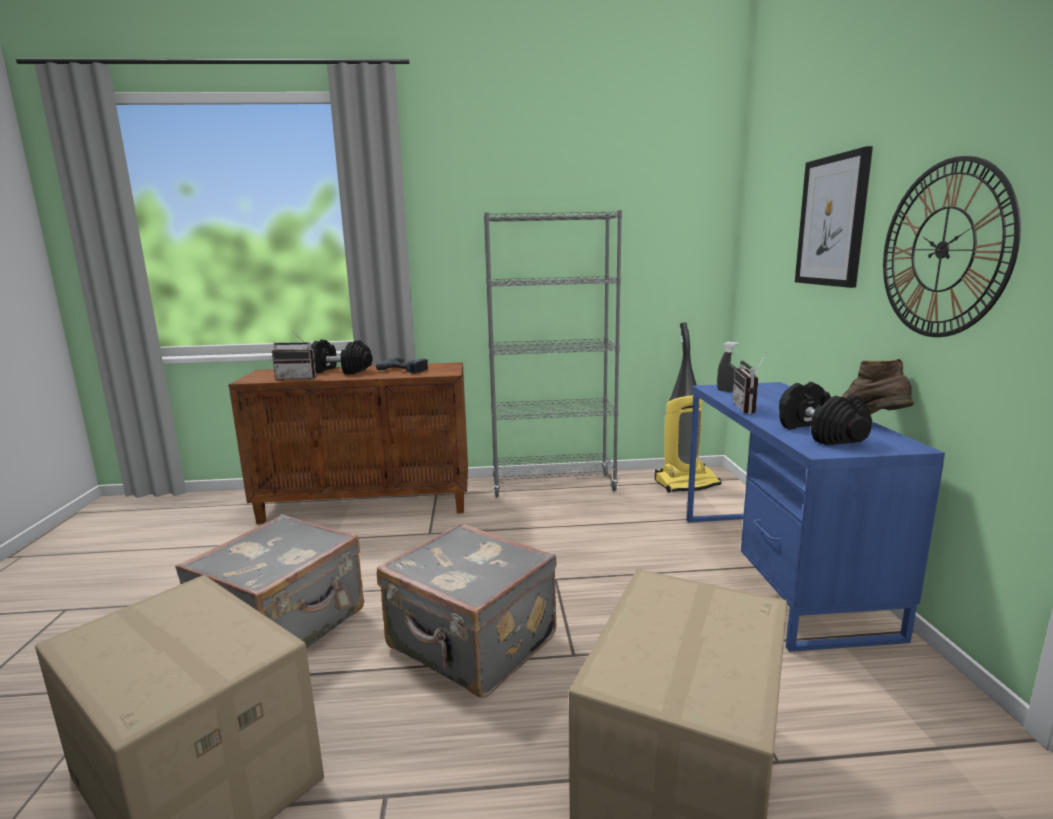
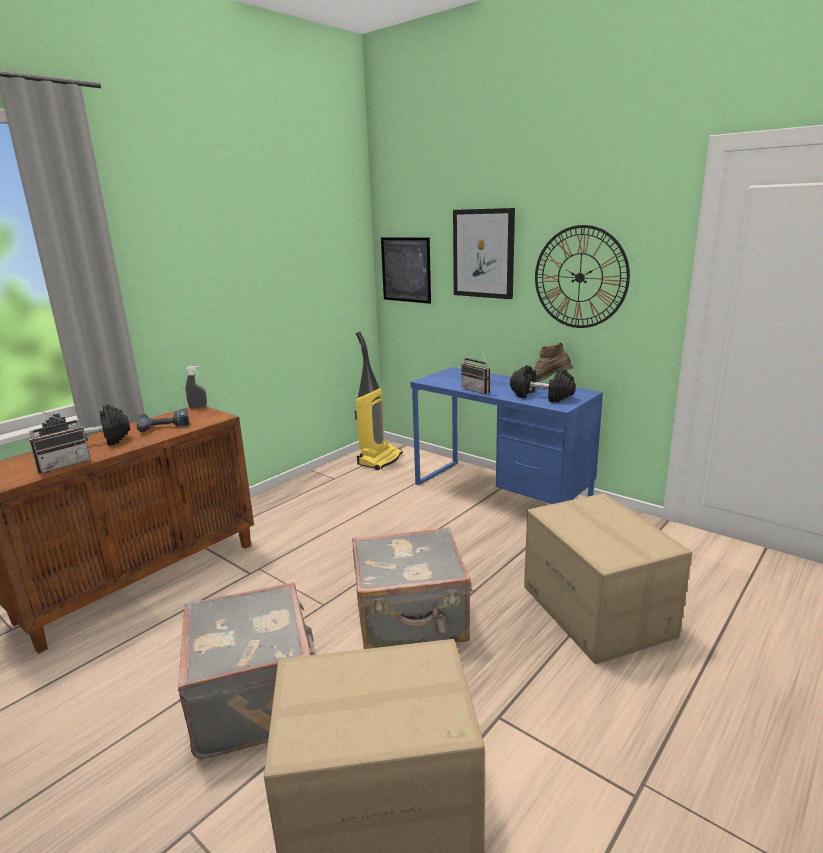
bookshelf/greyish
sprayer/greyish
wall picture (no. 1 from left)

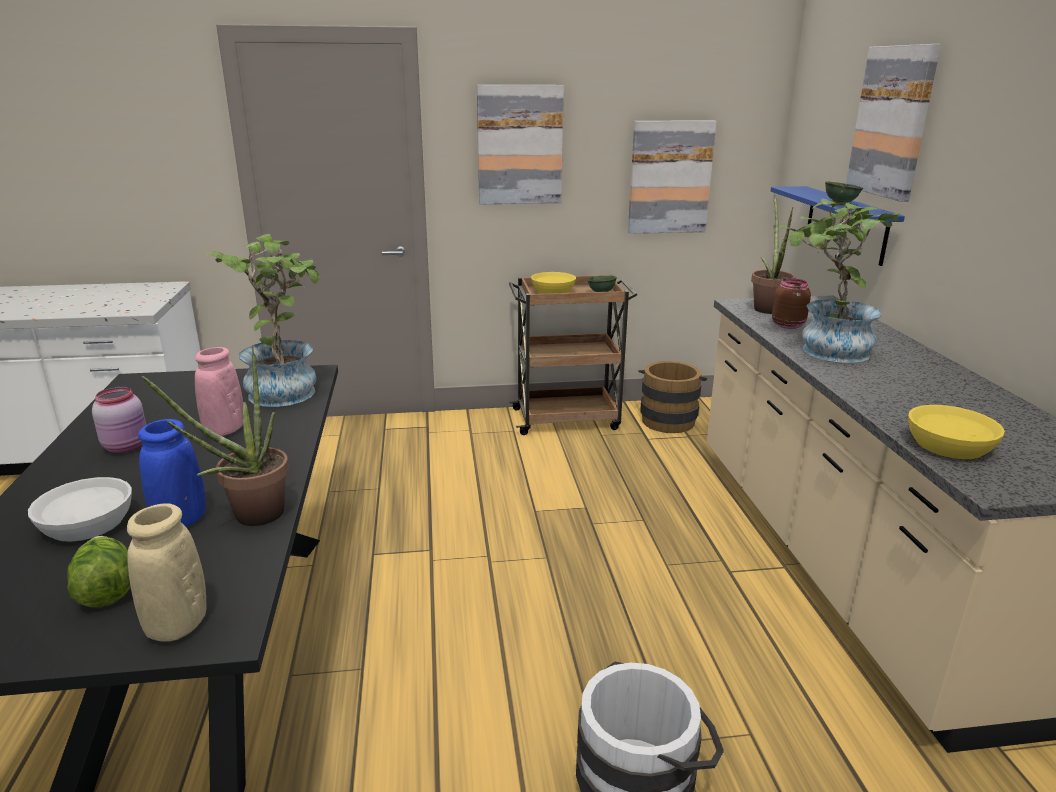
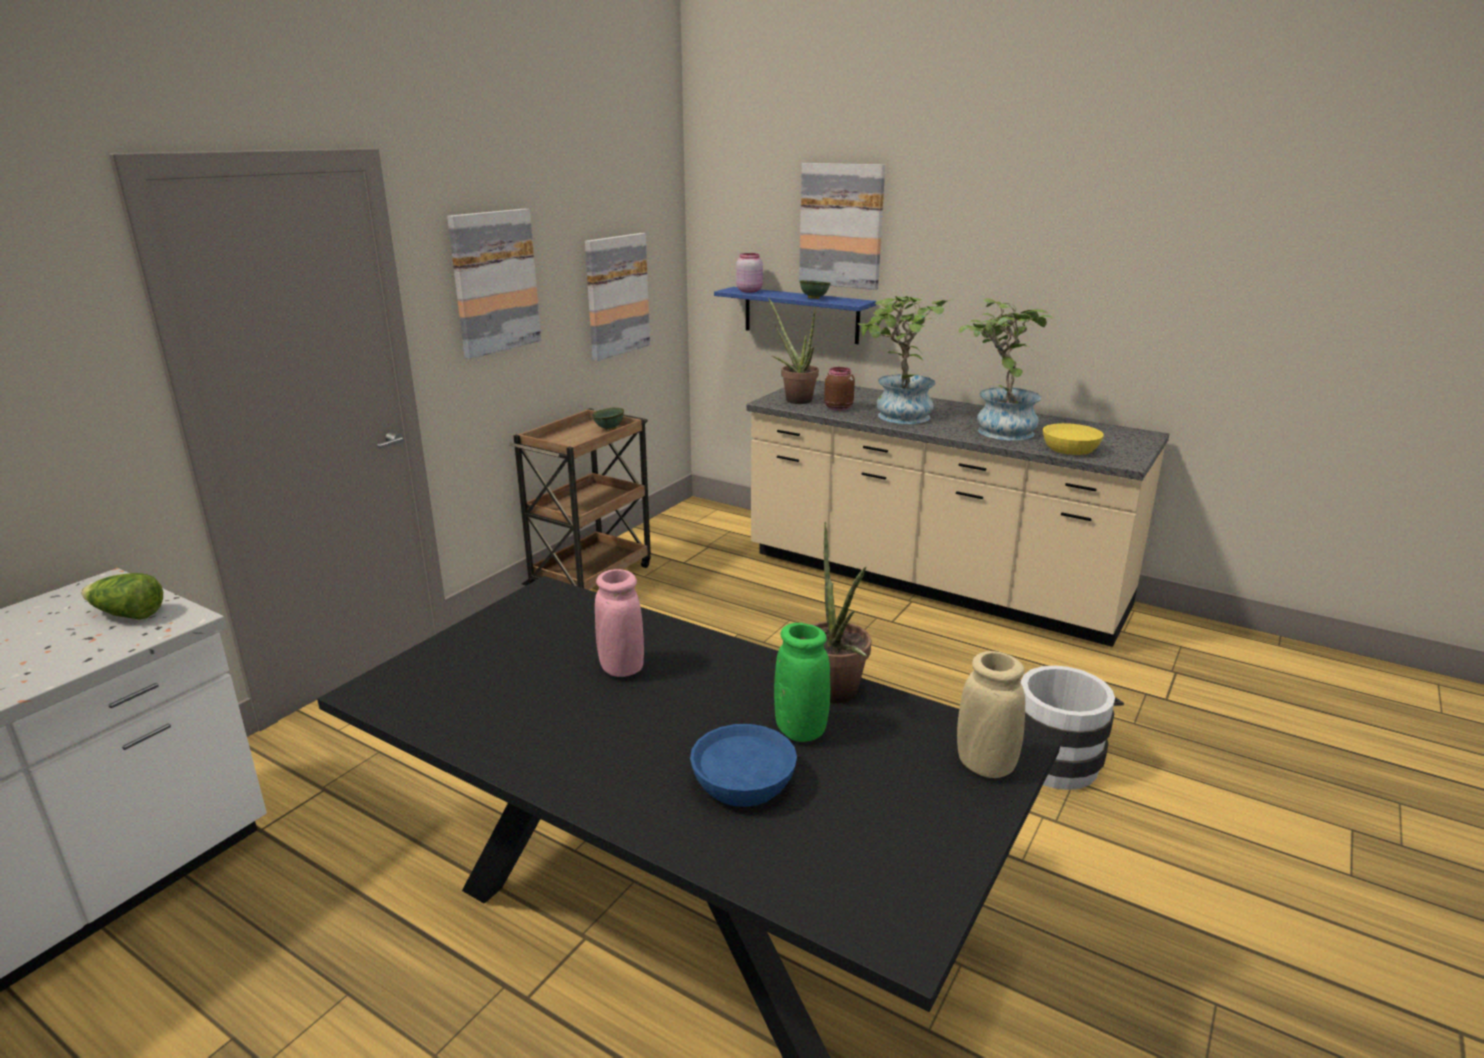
plant in a pot (no. 4 from left)
serving bowl/yellow (no. 1 from left in the first image)
pail/brownish
preserve jar/pinkish
decorative vase/green-coloured
serving bowl/bluish
lettuce

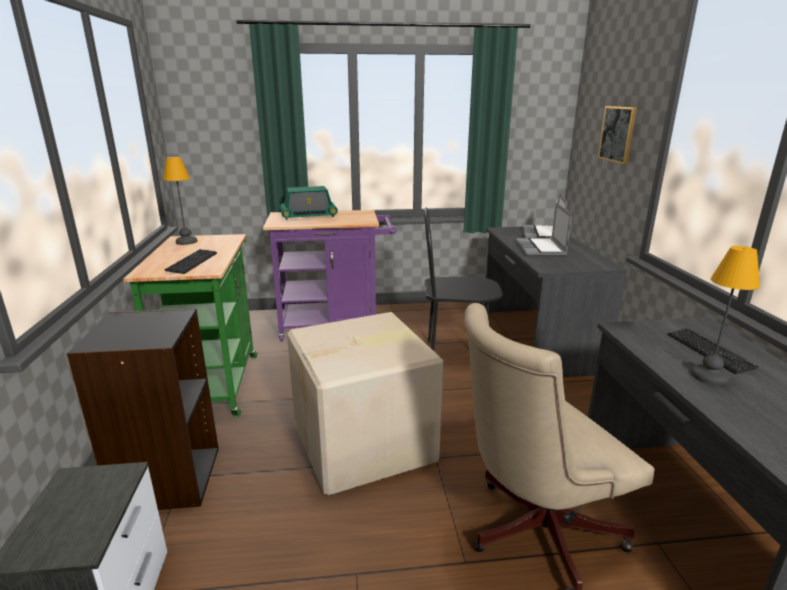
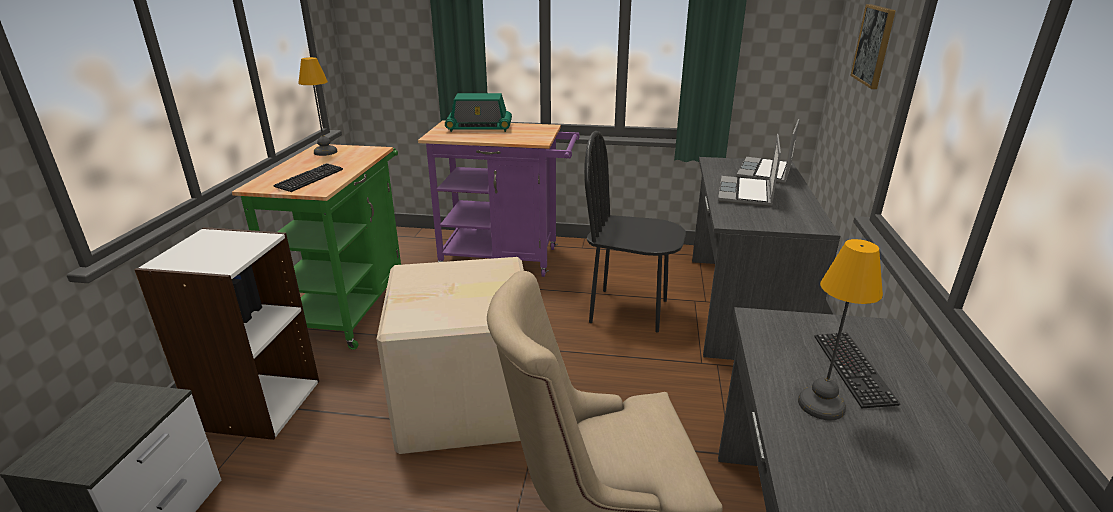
bookshelf/whitish

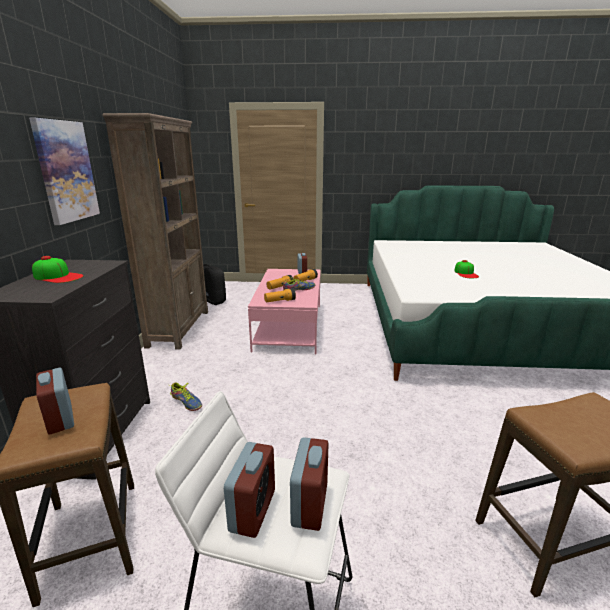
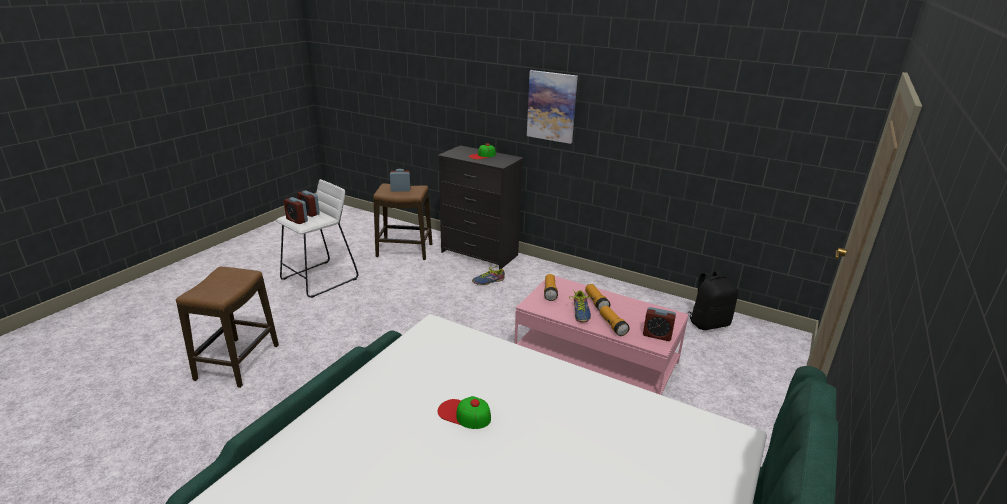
bookshelf/brownish

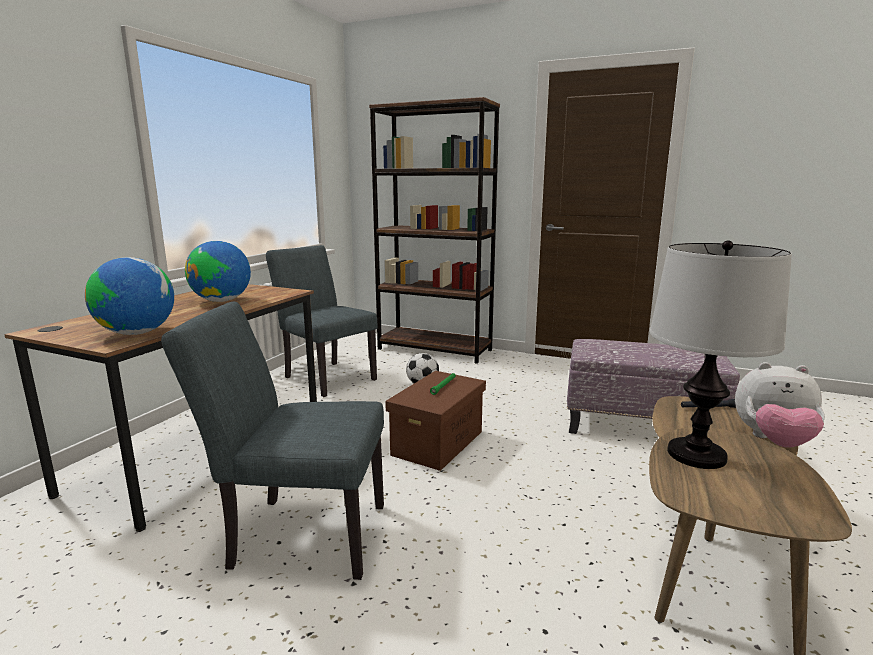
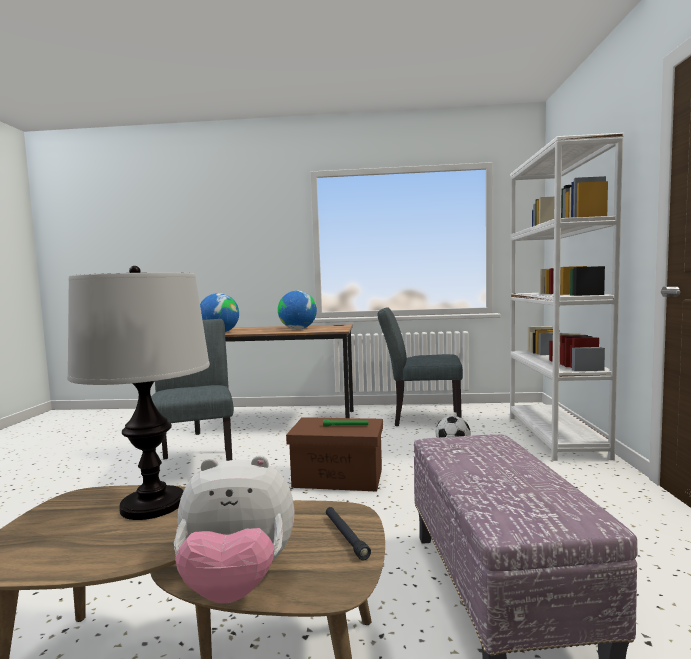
bookshelf/whitish
upright chair/greyish (no. 2 from left)
soft toy

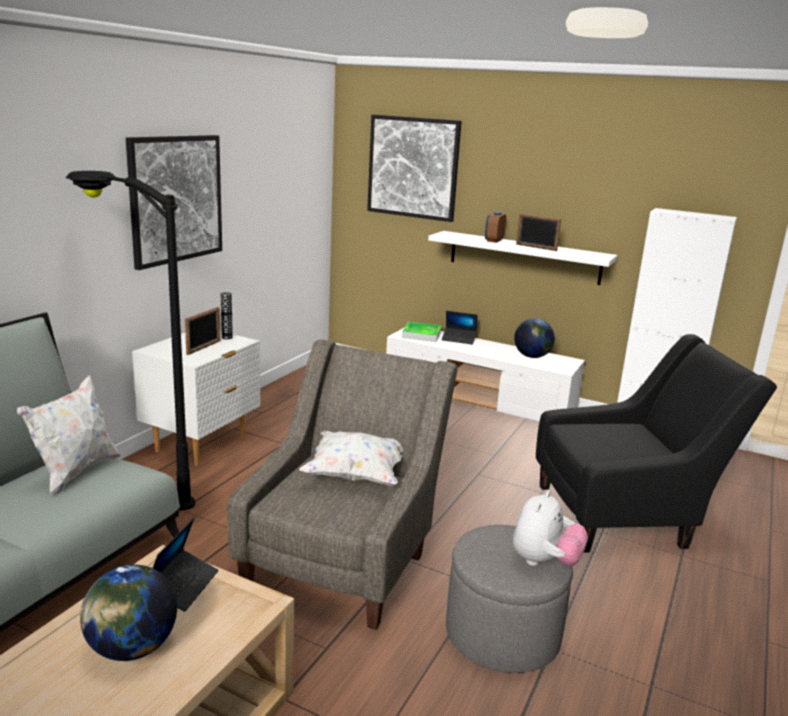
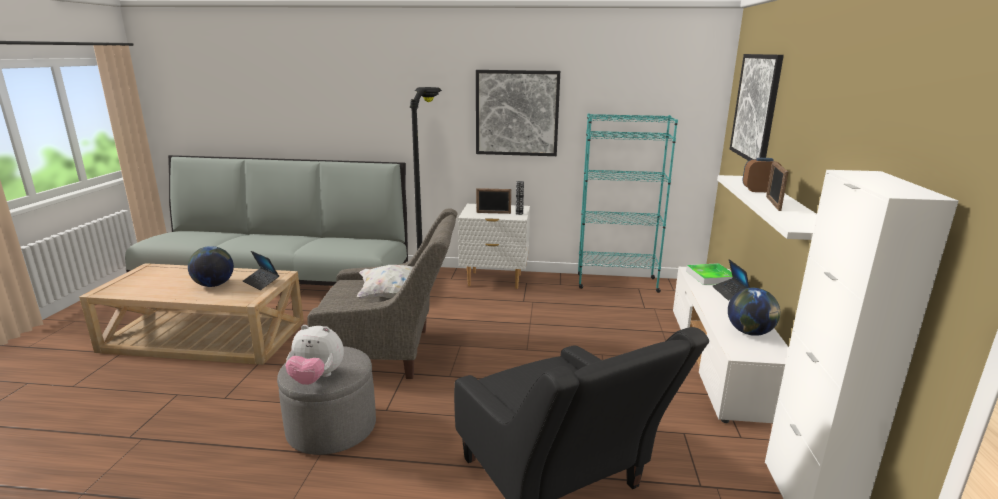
pillow/whitish (no. 1 from left in the first image)
laptop (no. 1 from left)
bookshelf/turquoise

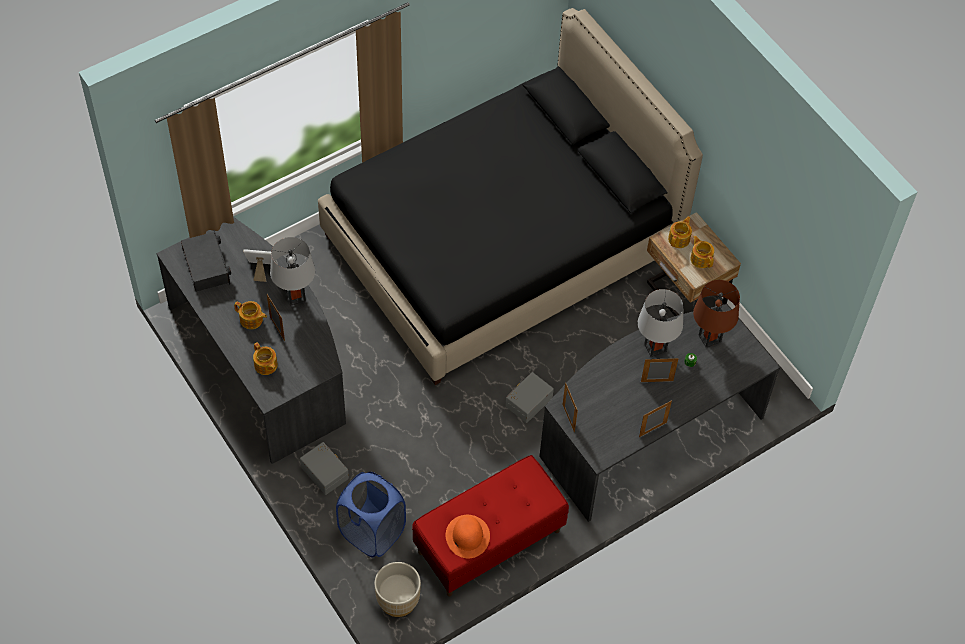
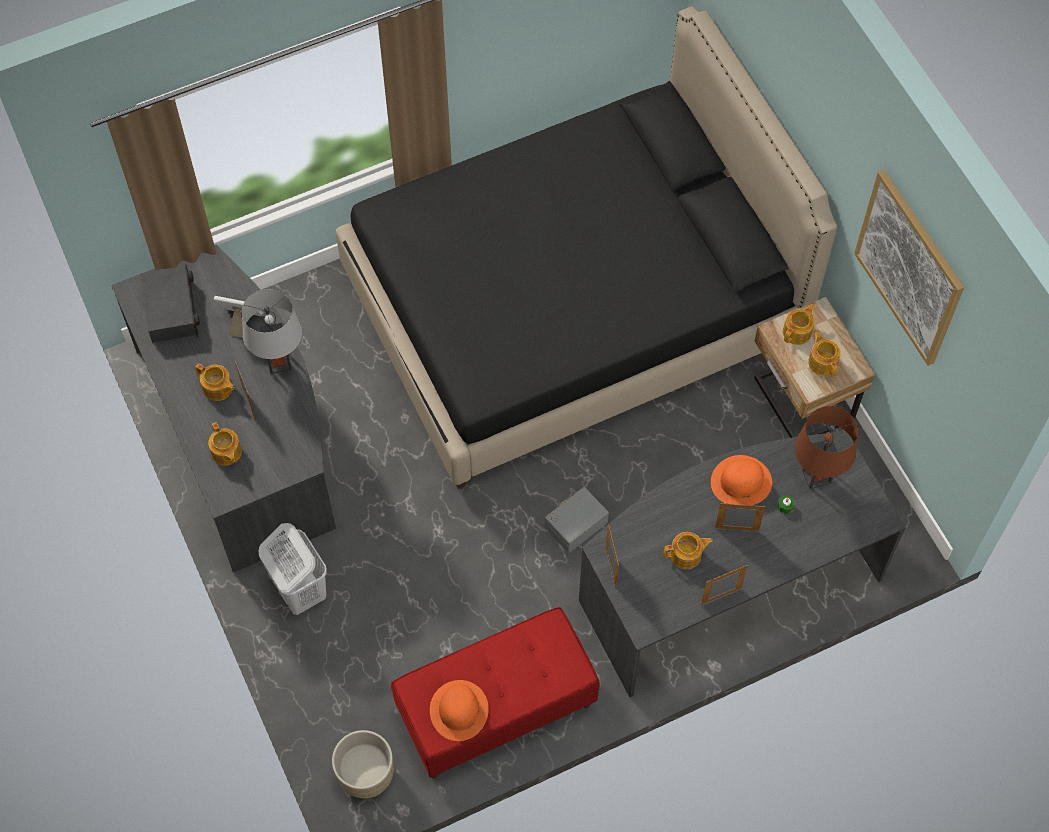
clothing hat/orange (no. 2 from left)
washing basket/whitish
washing basket/bluish
wall picture
teapot (no. 3 from left)

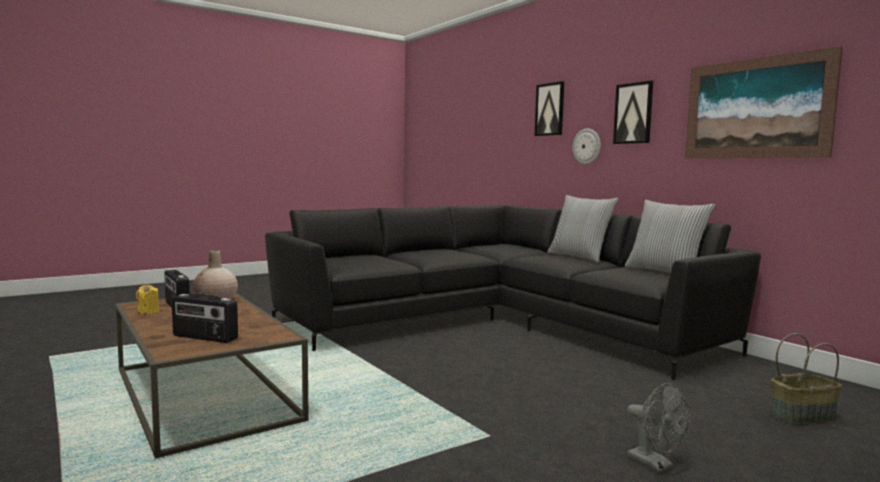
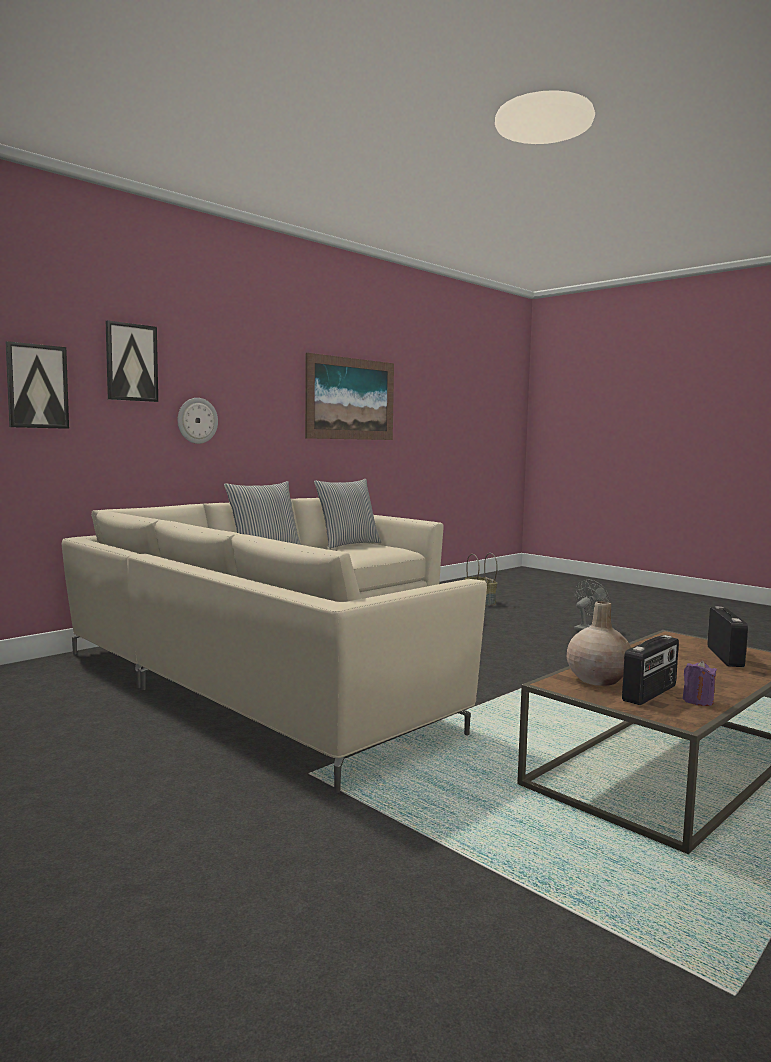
wall picture (no. 1 from left)
sofa/beige-coloured
wax candle/purple-coloured

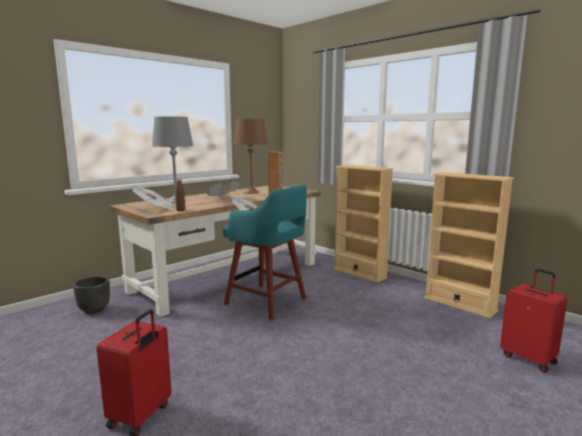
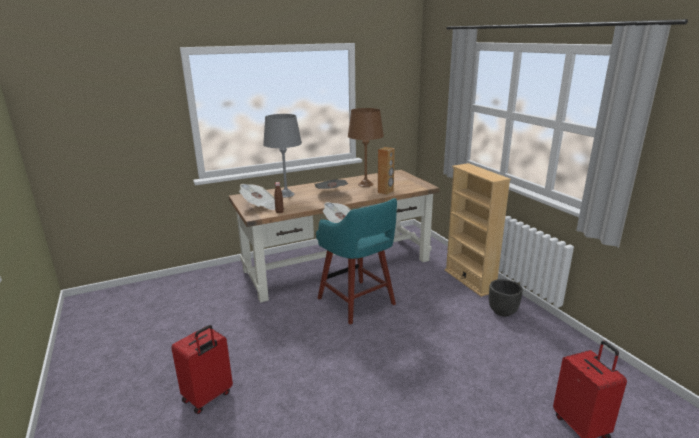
bookshelf/beige-coloured (no. 2 from left in the first image)
plant pot/blackish

